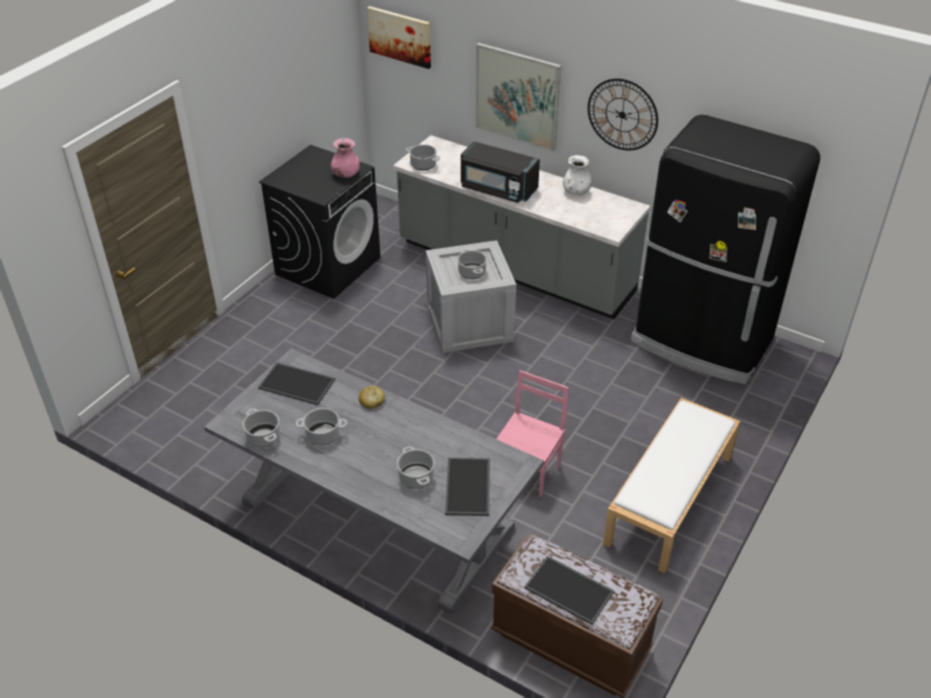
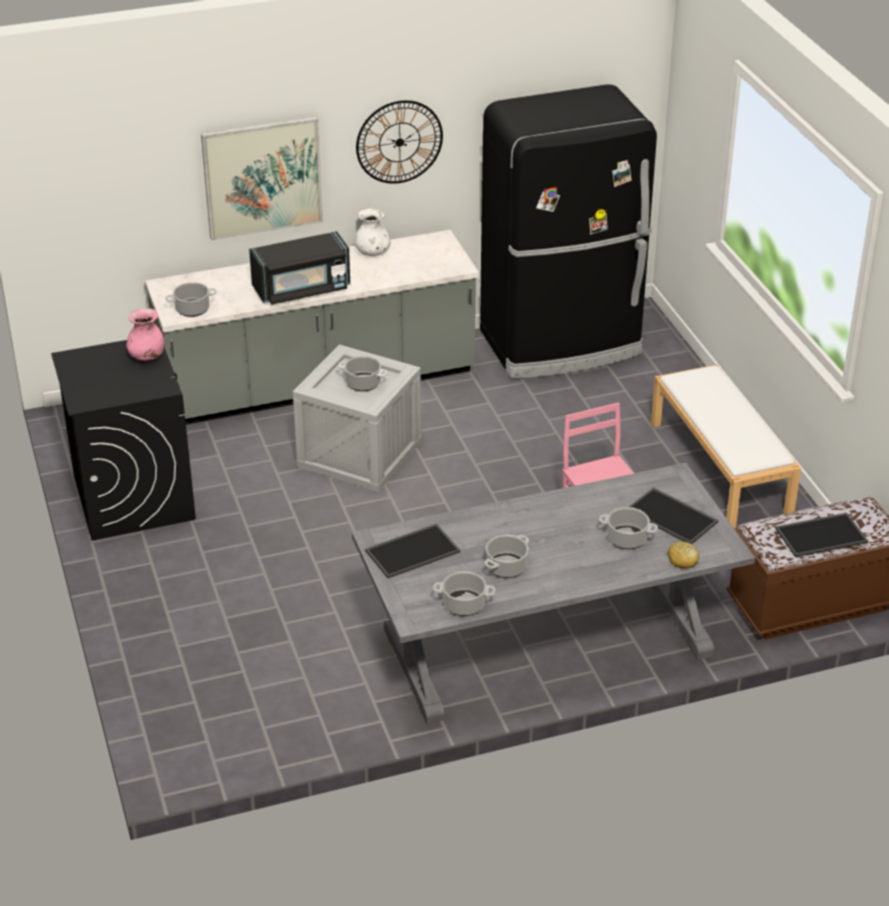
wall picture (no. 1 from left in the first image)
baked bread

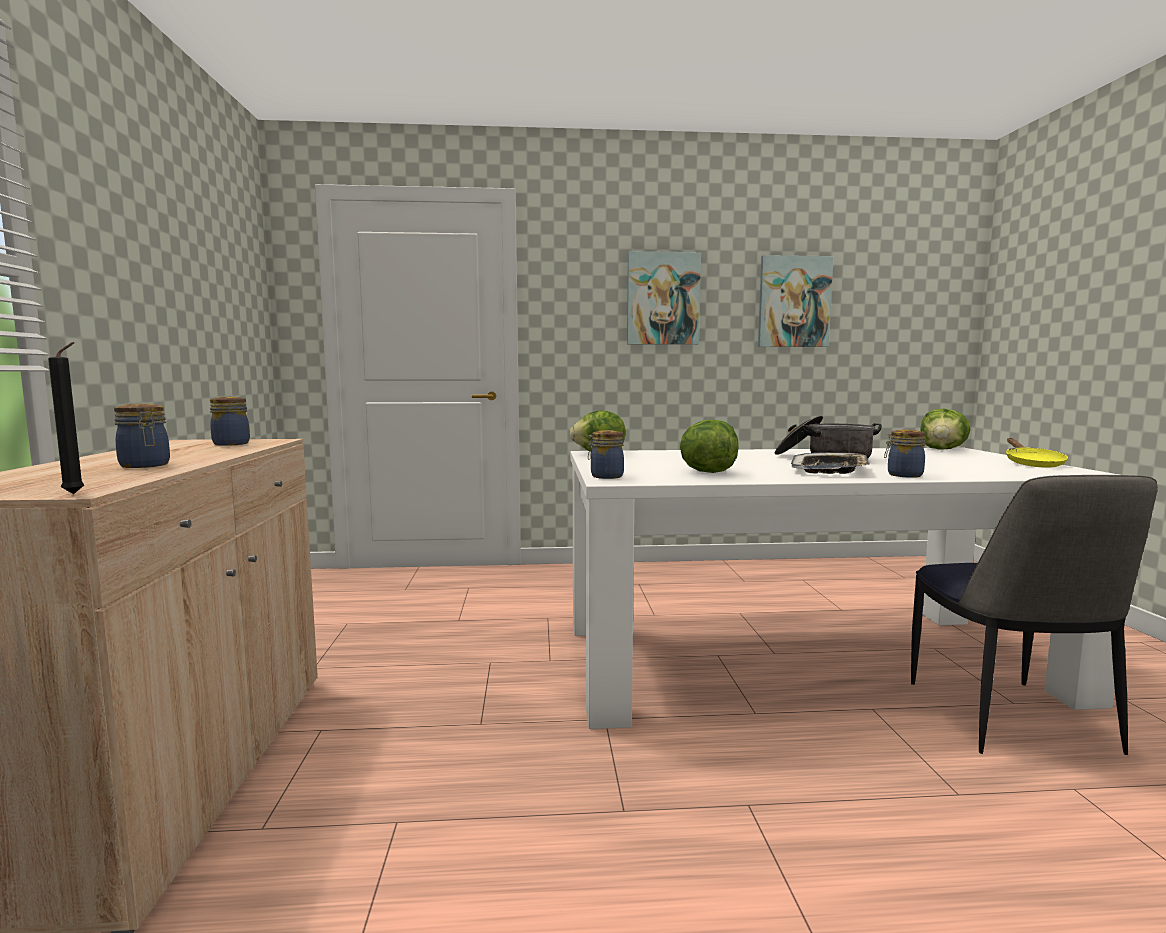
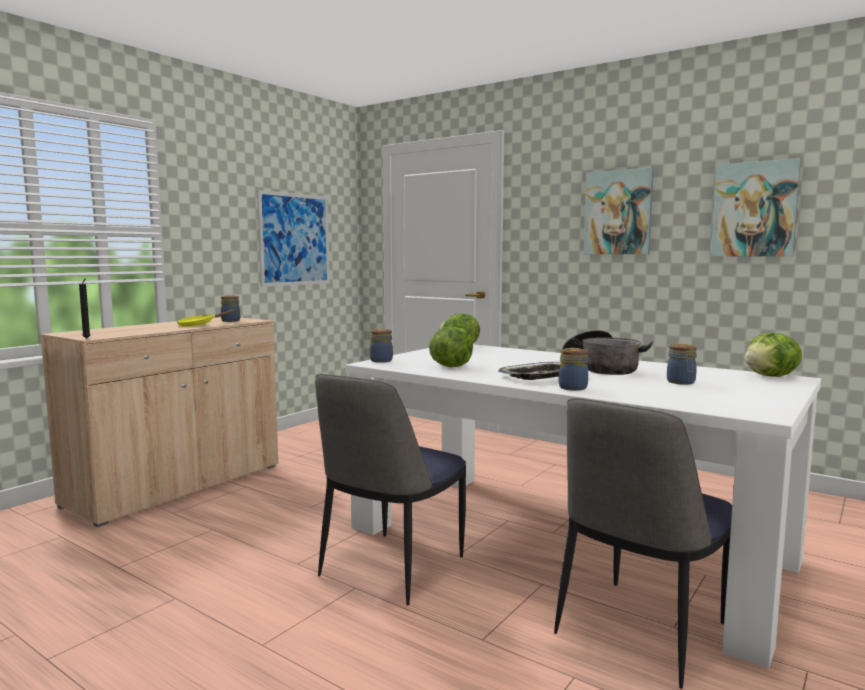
preserve jar (no. 4 from left)
pan/yellow
wall picture (no. 1 from left)
upright chair (no. 1 from left)

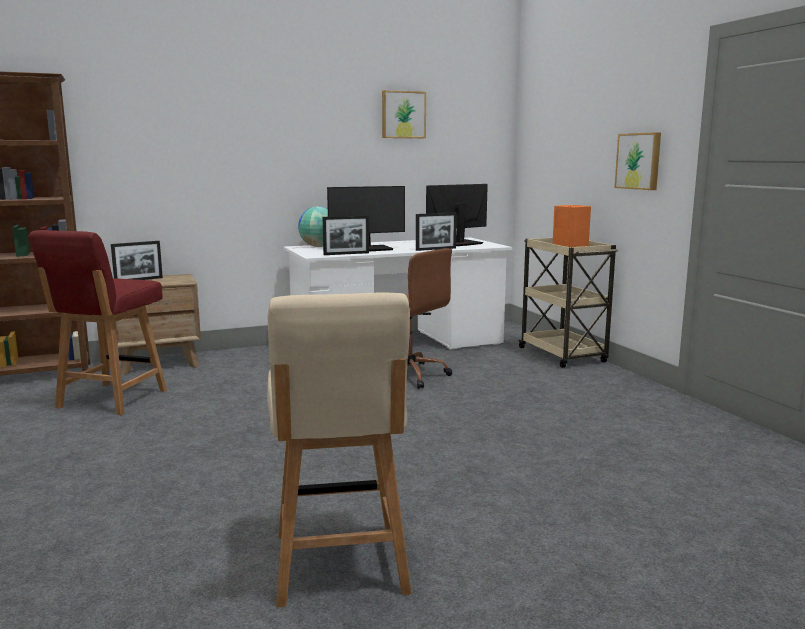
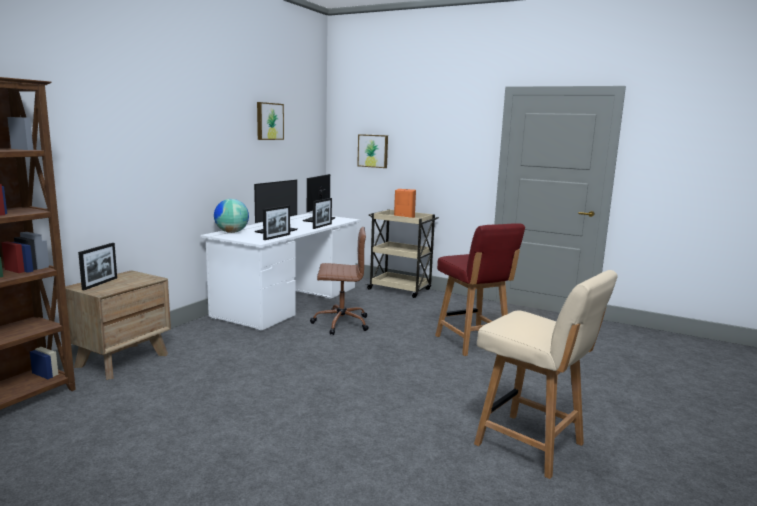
wall picture (no. 2 from left)
upright chair/red-coloured

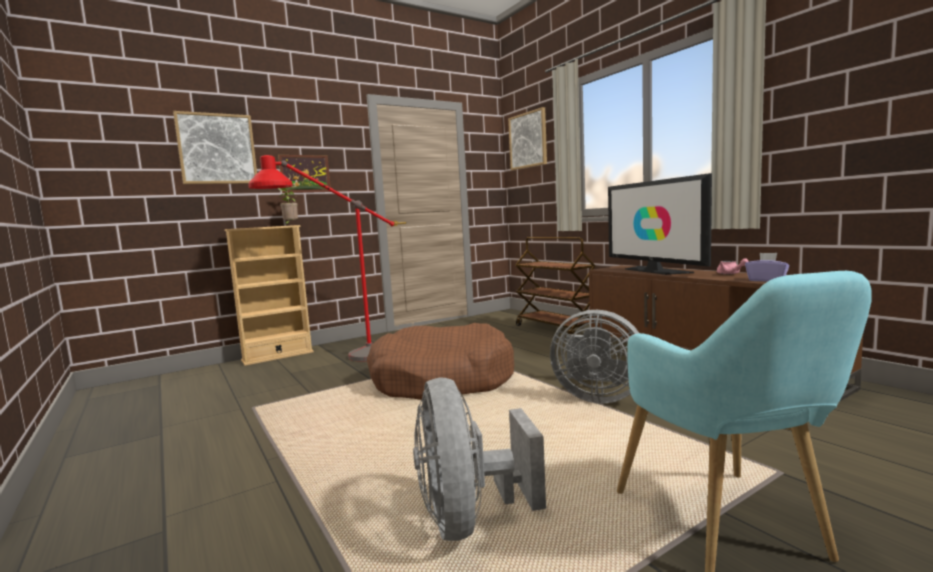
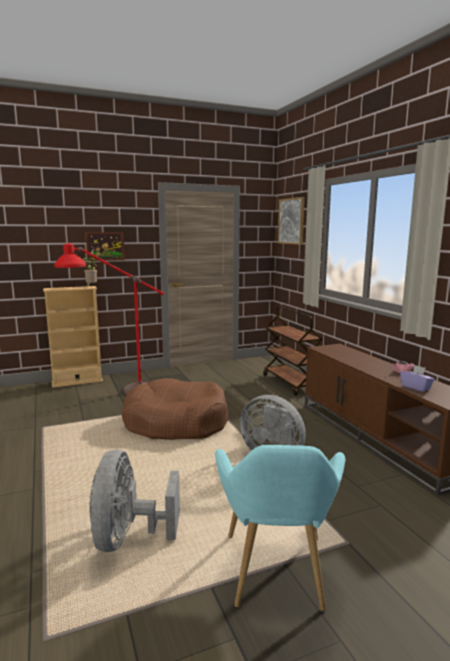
wall picture (no. 1 from left in the first image)
television

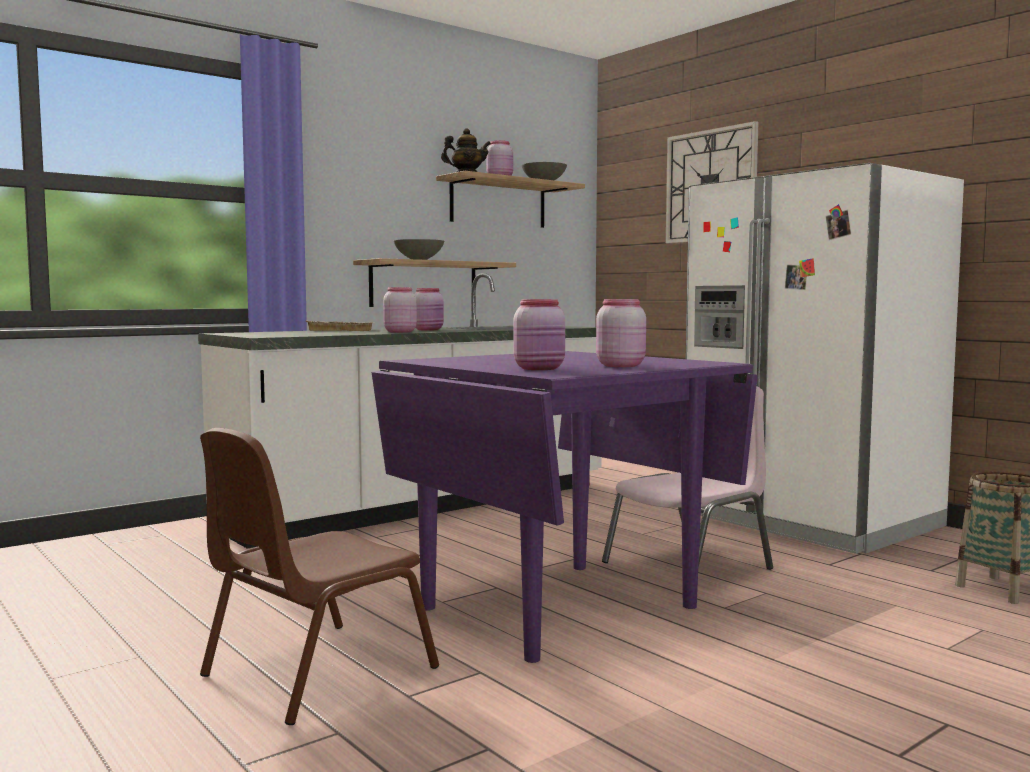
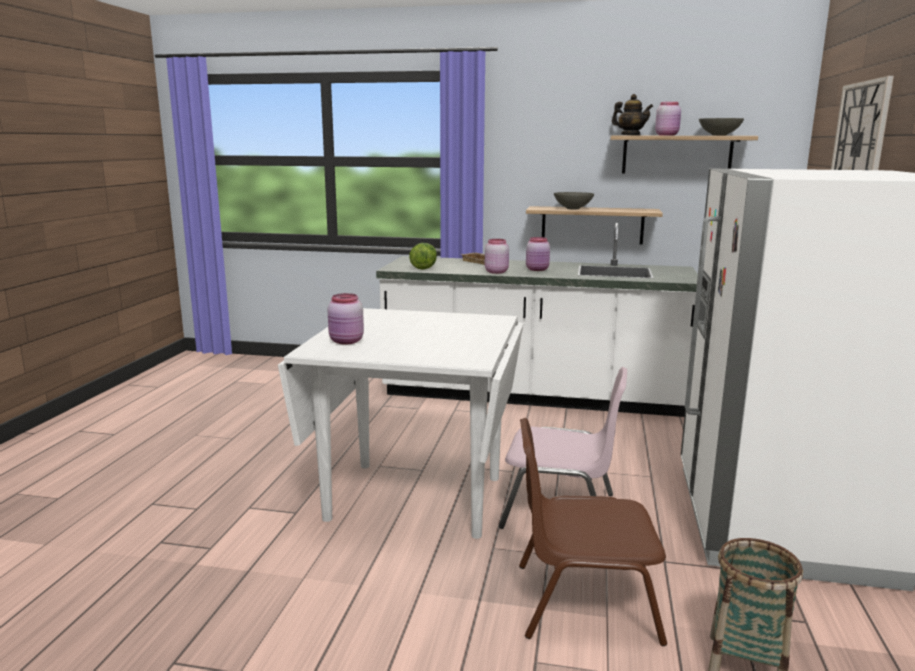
preserve jar/pinkish (no. 5 from left in the first image)
dining table/whitish
upright chair/brownish
lettuce

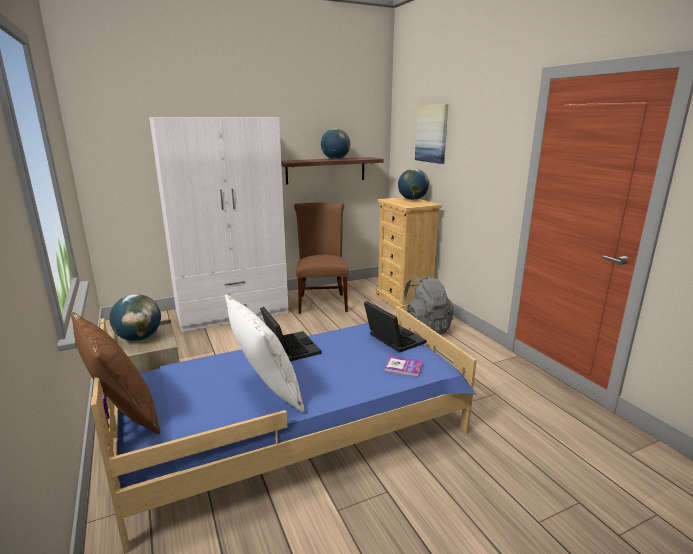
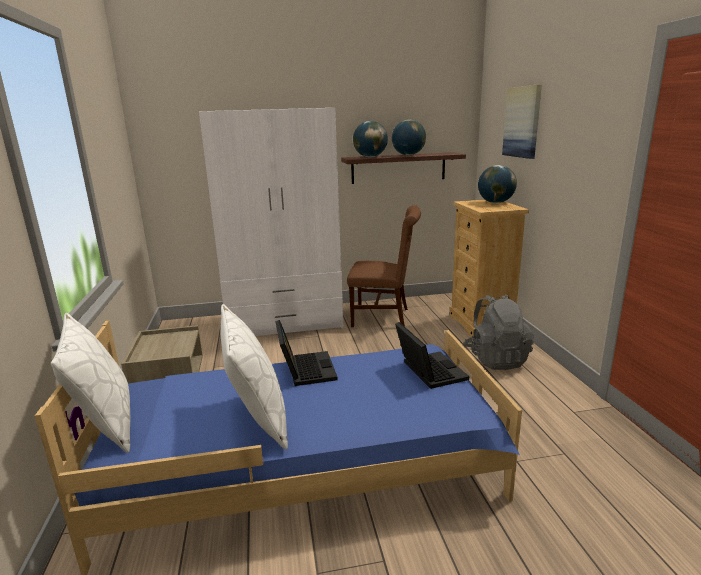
upright chair/brownish
world globe (no. 1 from left)
pillow/whitish (no. 1 from left)
volume

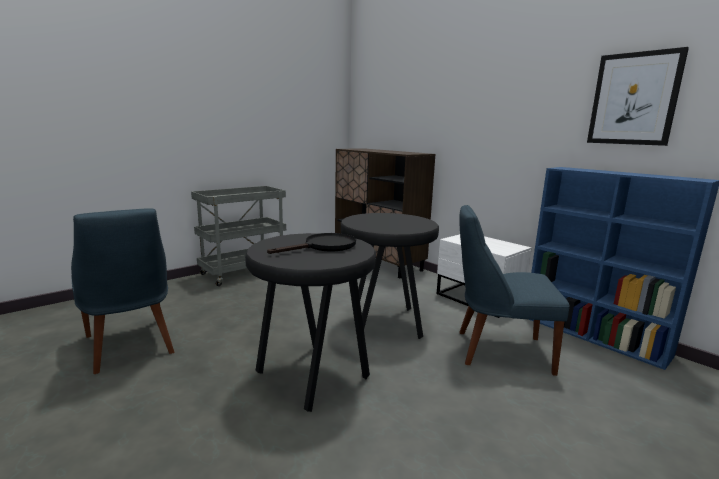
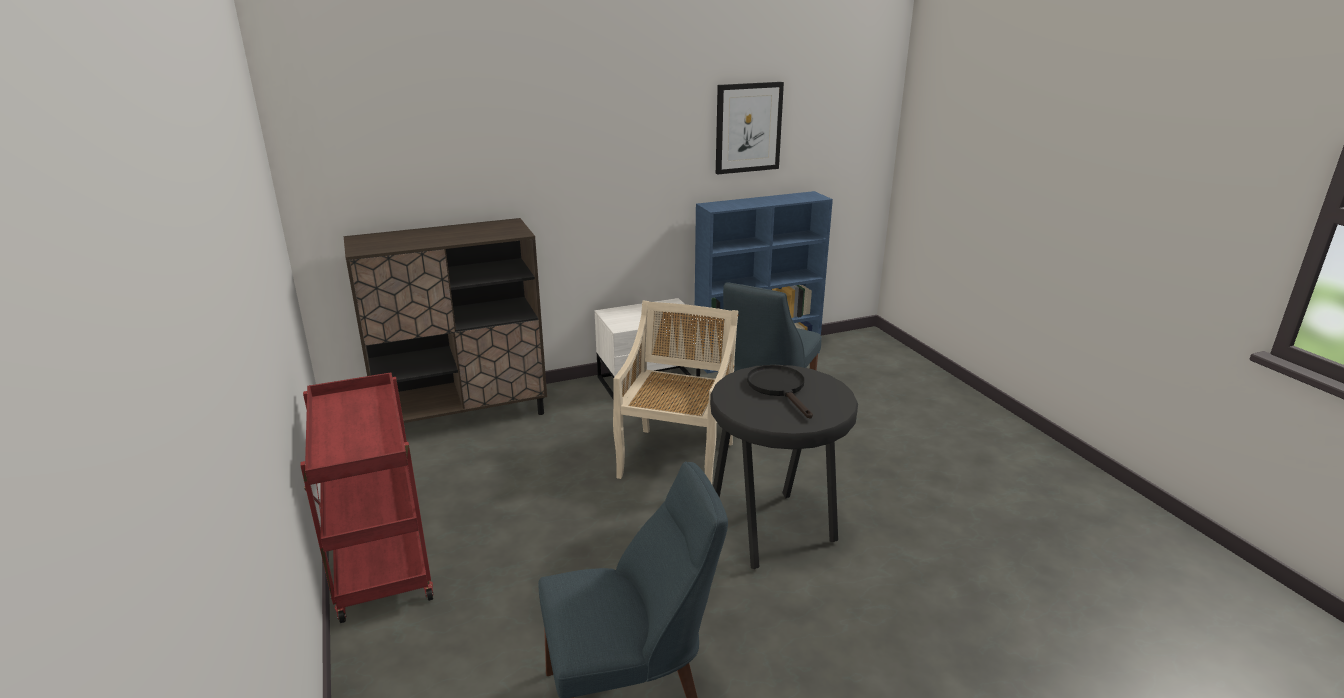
wheeled cart/red-coloured
upright chair/beige-coloured

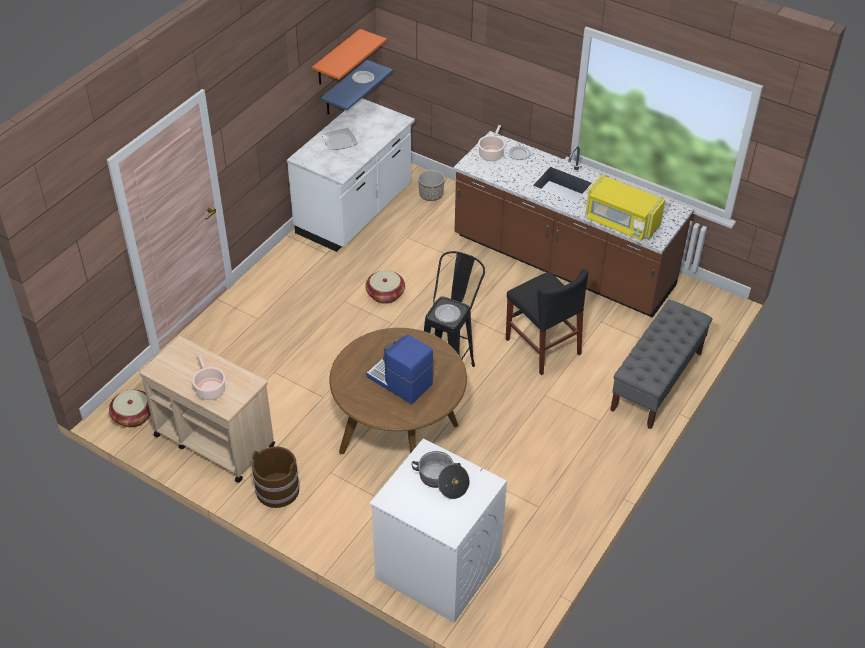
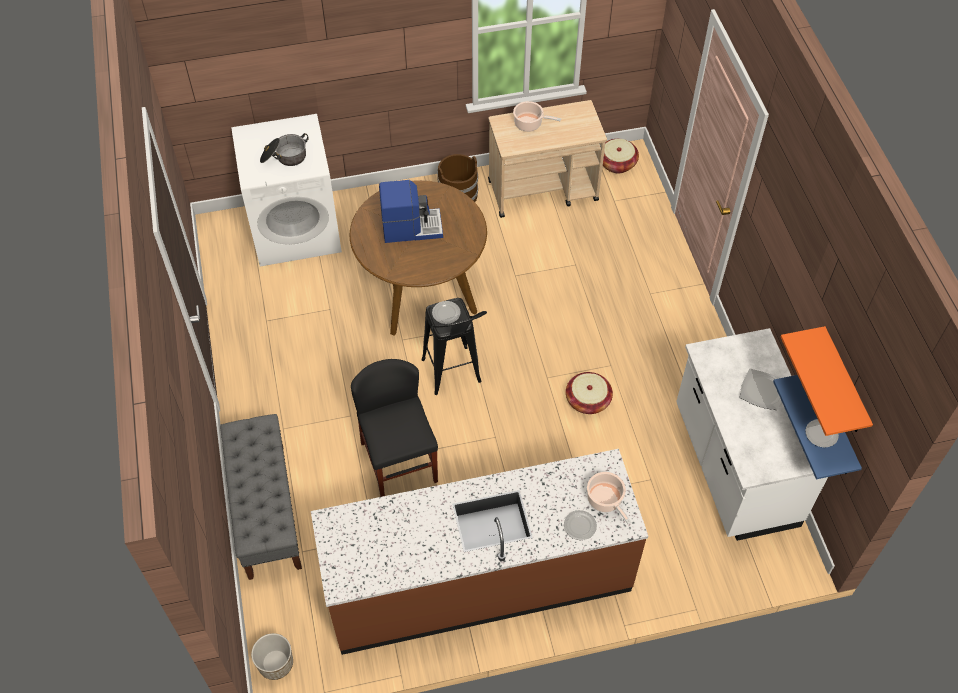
plant pot
microwave oven/yellow
upright chair/blackish

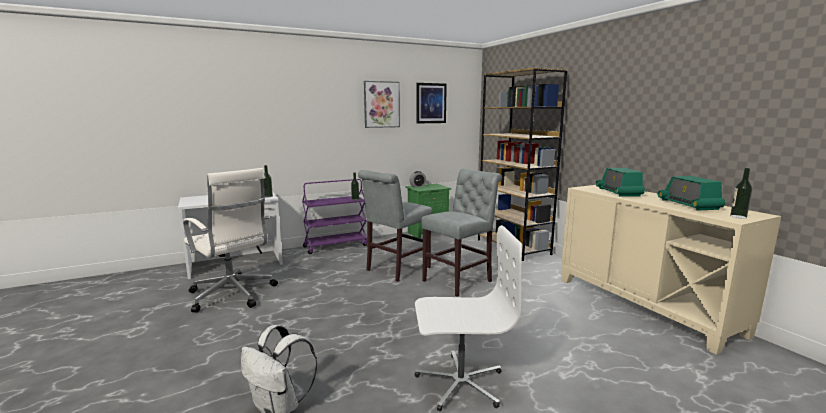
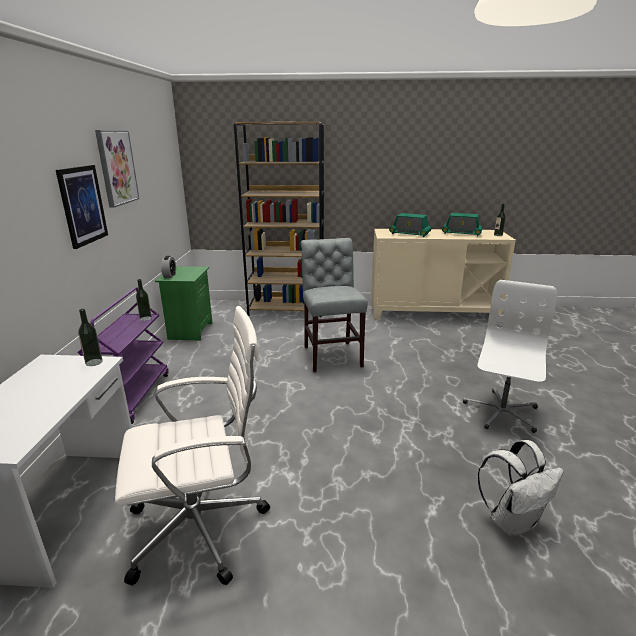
wall picture (no. 1 from left)
upright chair/greyish (no. 1 from left in the first image)

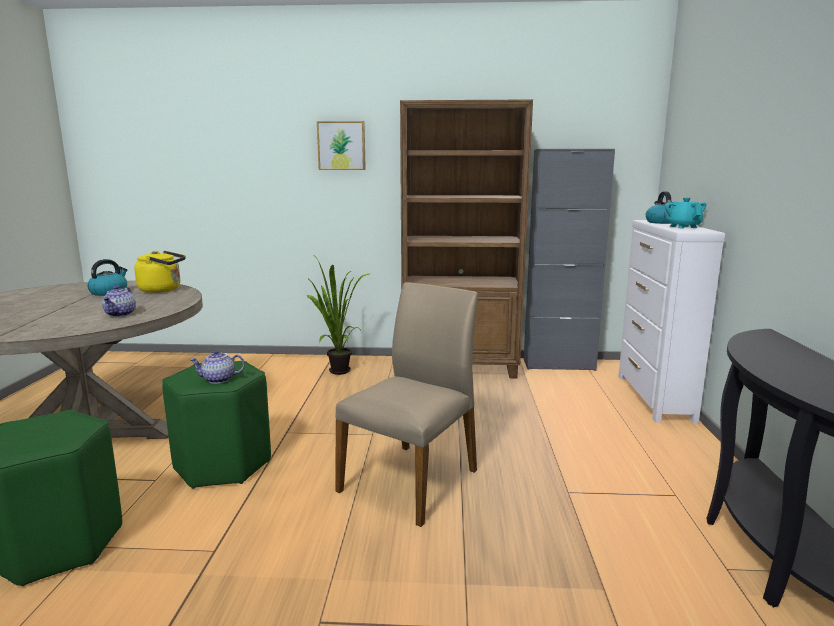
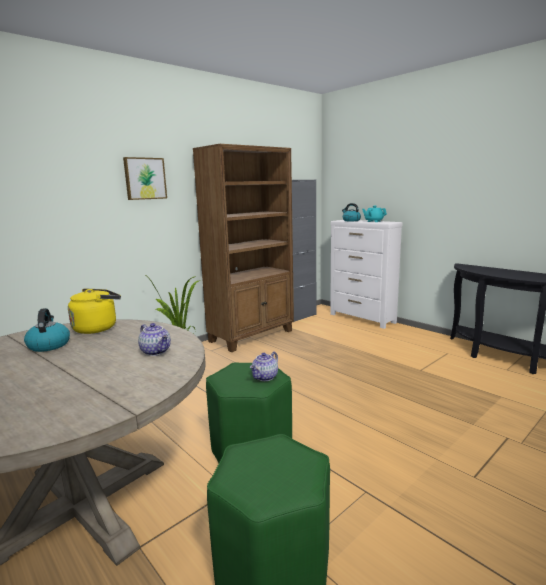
upright chair/beige-coloured

